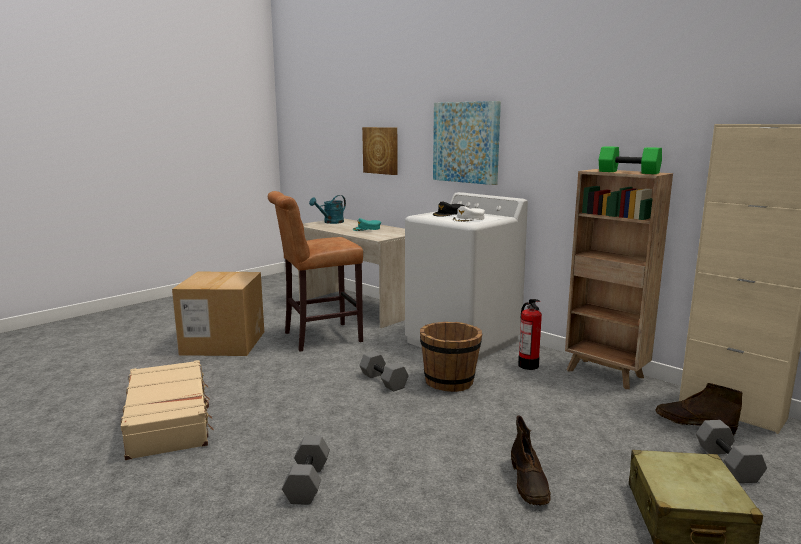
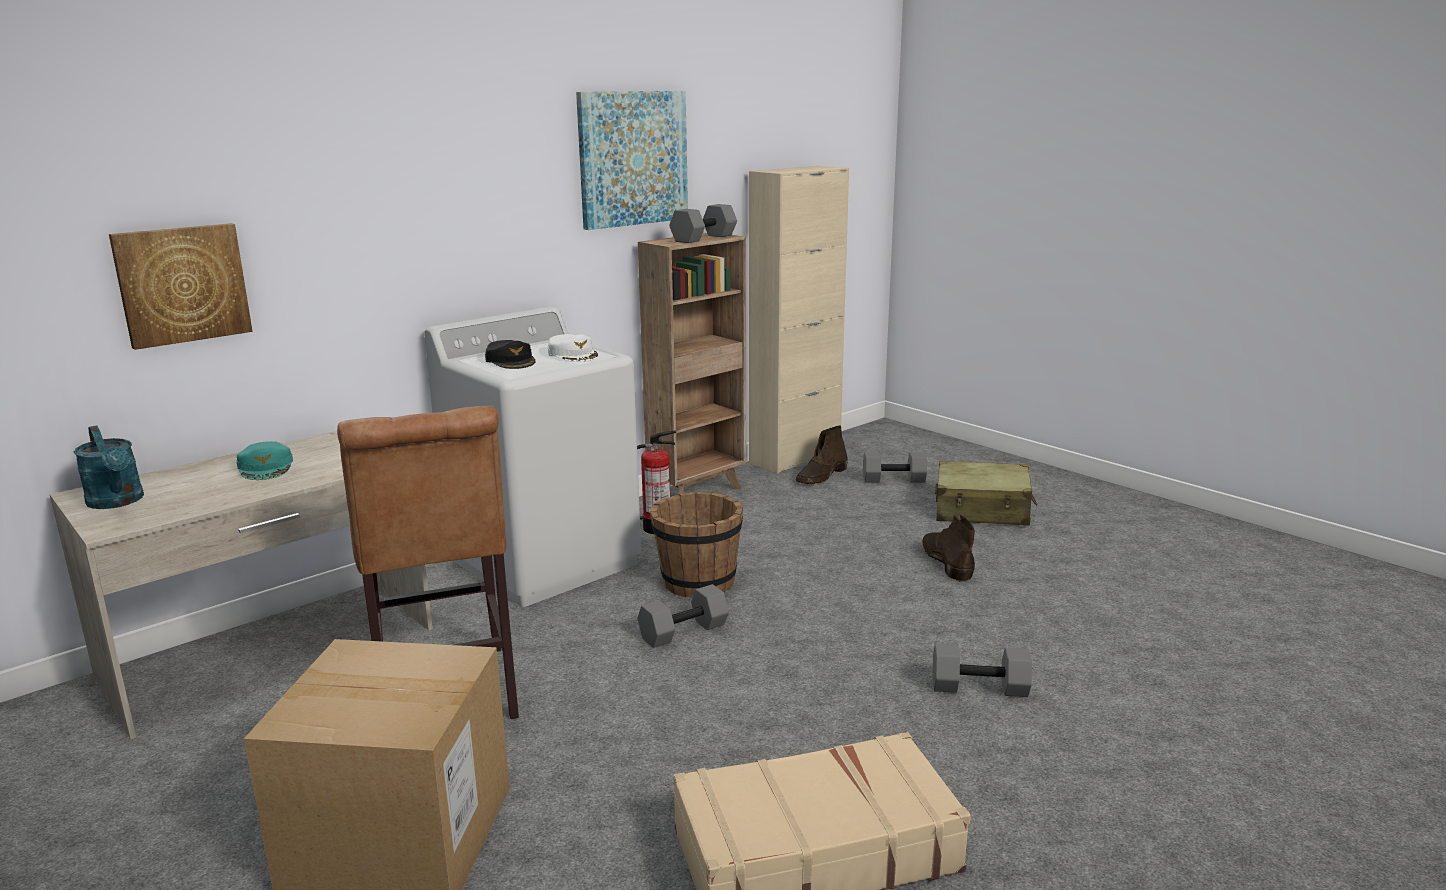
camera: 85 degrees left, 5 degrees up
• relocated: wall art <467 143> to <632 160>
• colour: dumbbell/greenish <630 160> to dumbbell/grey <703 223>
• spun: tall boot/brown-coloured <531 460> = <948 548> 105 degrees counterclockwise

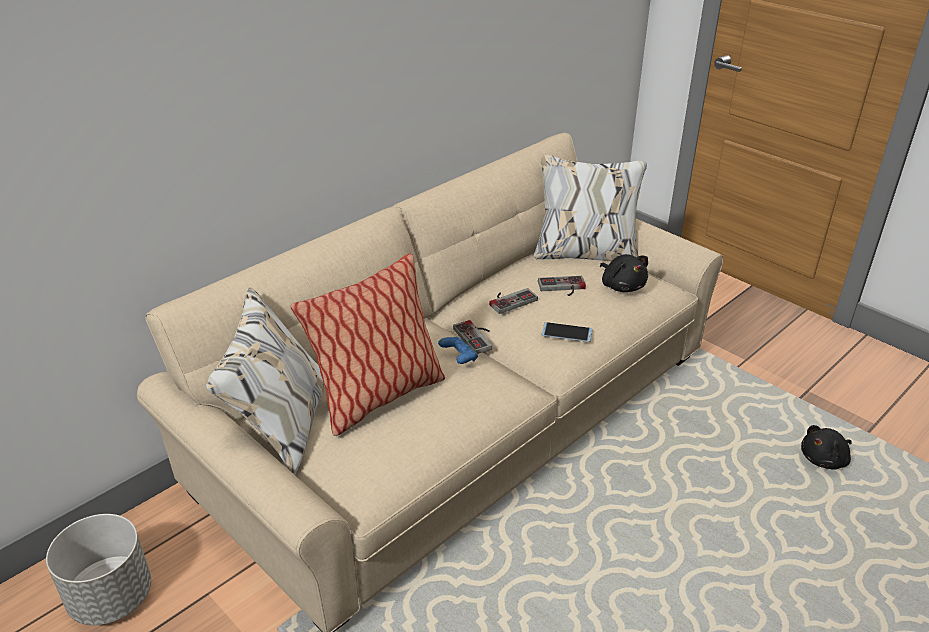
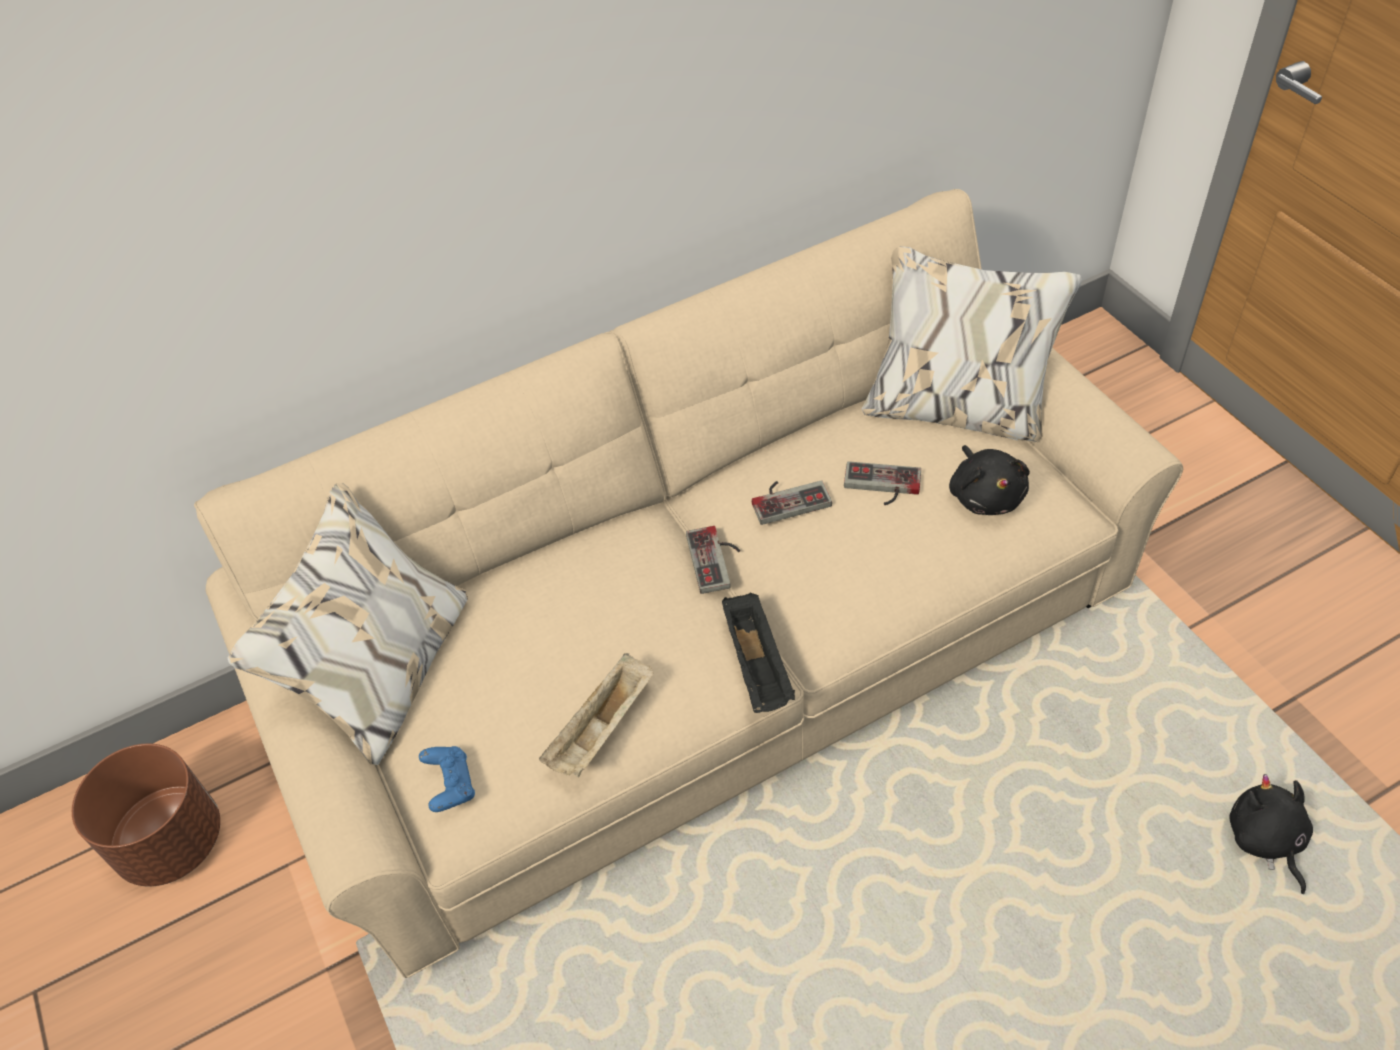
camera: 20 degrees right, 15 degrees up
• missing: cushion <367 345>
• missing: handset <566 332>
• relocated: game controller/blue-coloured <458 350> to <447 779>
• spun: cuddly toy/black-coloured <826 447> = <1271 834> 90 degrees clockwise
• colour: planter/grey <98 569> to planter/brown-coloured <146 814>
• appeared: tray/black-coloured <758 653>
• appeared: tray/sand-coloured <596 715>

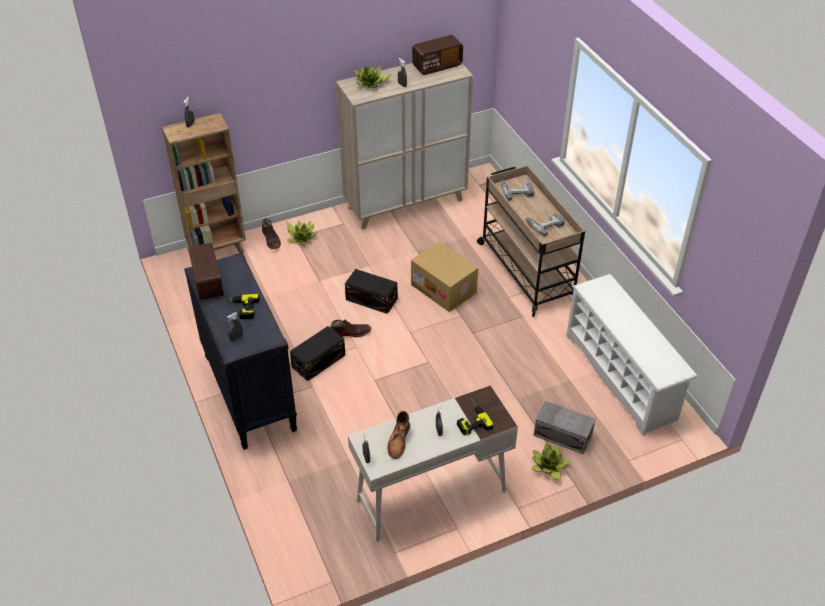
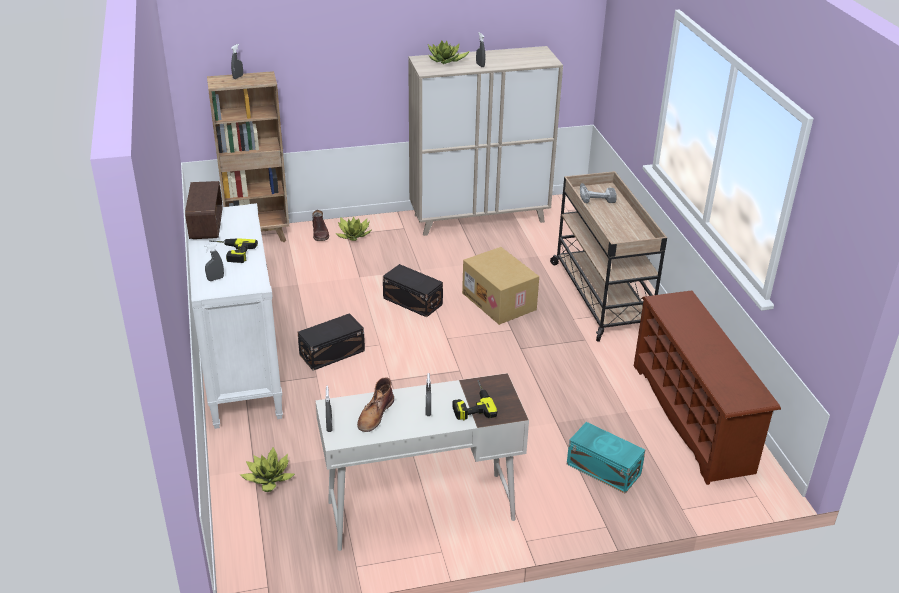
camera: 10 degrees right, 10 degrees down
• missing: radio receiver <437 55>
• missing: drill <545 224>
• colour: chest of drawers/black-coloured <240 351> to chest of drawers/white <235 316>
• colour: shoe stand/white <631 355> to shoe stand/brown-coloured <707 387>
• missing: tall boot/brown-coloured <350 328>
• colour: storage container/grey <565 427> to storage container/turquoise-coloured <606 457>
• relocated: plant in a pot <551 460> to <267 469>

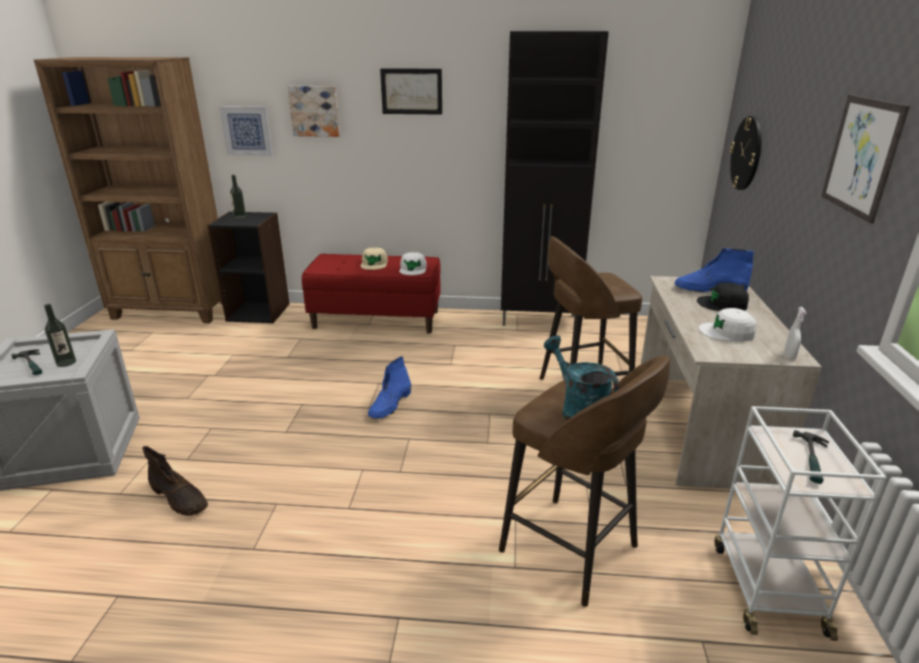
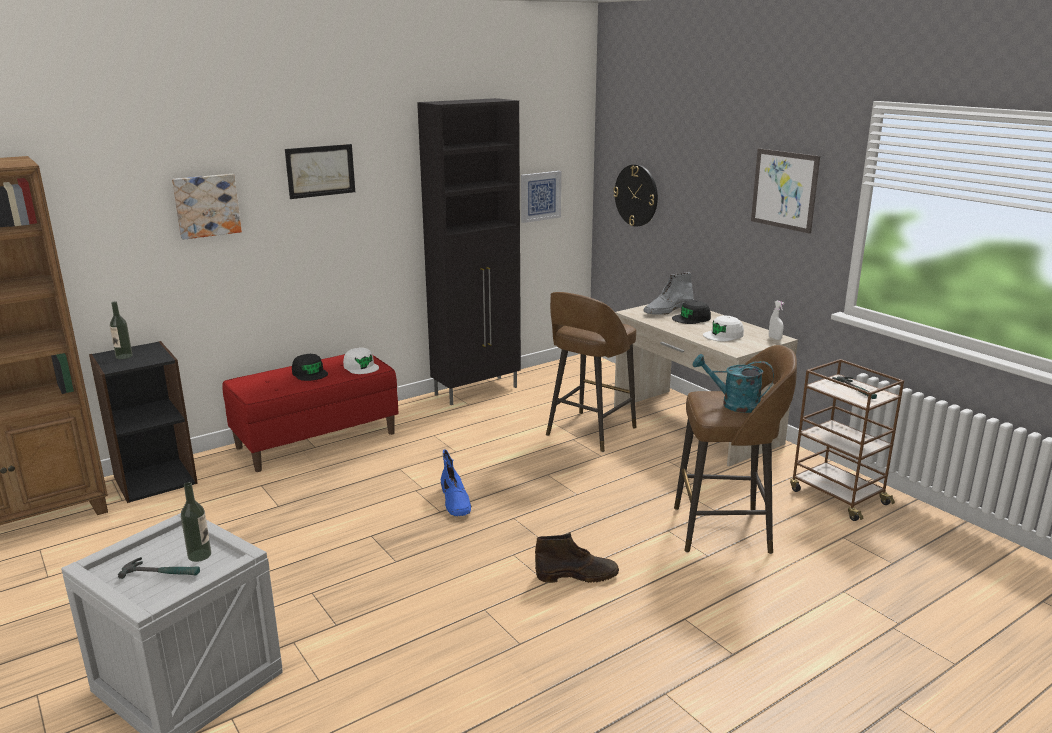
camera: 40 degrees left, 5 degrees down
• relocated: wall art <246 131> to <541 197>
• colour: cap/sand-coloured <374 259> to cap/black-coloured <310 367>
• colour: tall boot/blue-coloured <714 270> to tall boot/grey <669 293>
• colour: cart/white <801 523> to cart/brown-coloured <847 440>
• relocated: tall boot/brown-coloured <175 481> to <577 558>

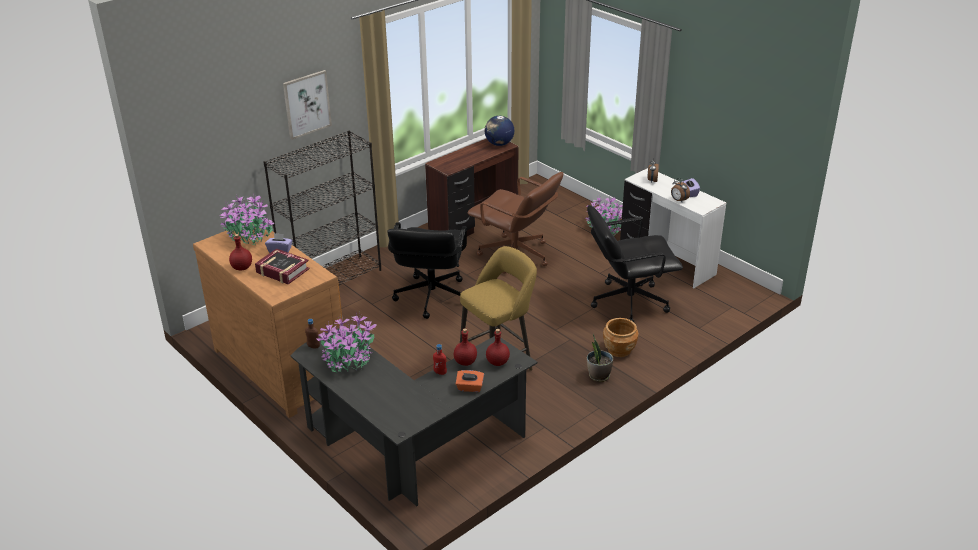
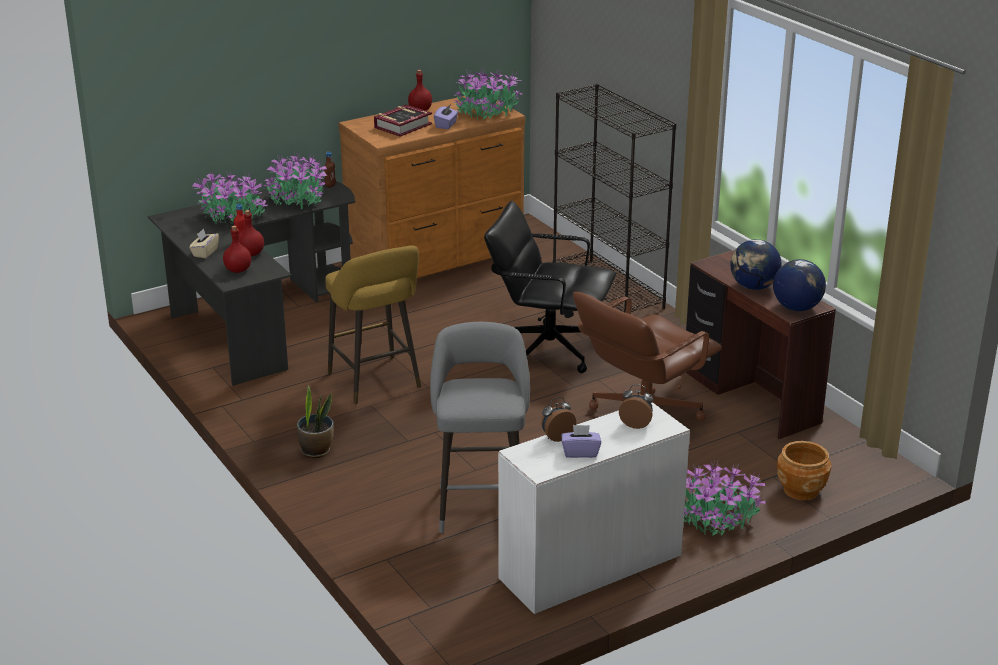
camera: 100 degrees right, 5 degrees down
• missing: wall art <307 105>
• exchanged: office chair/black-coloured <635 263> to stool seat/grey <480 427>
• relocated: planter/brown-coloured <620 337> to <804 470>
• colour: box of tissues/orangey <470 381> to box of tissues/sand-coloured <204 243>
• appeared: plant in a pot <230 197>
• appeared: desk globe <756 264>

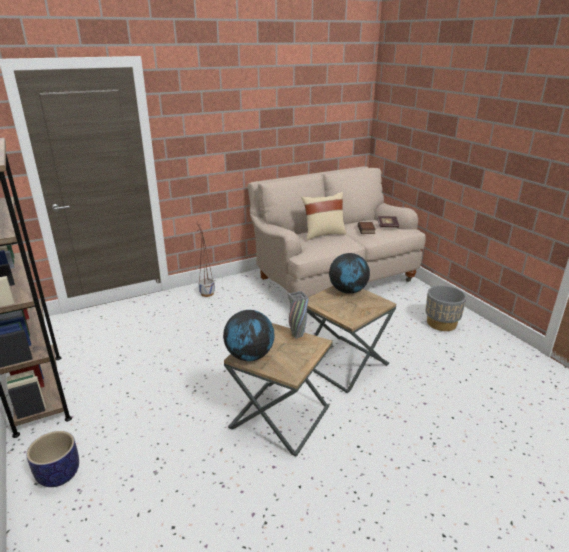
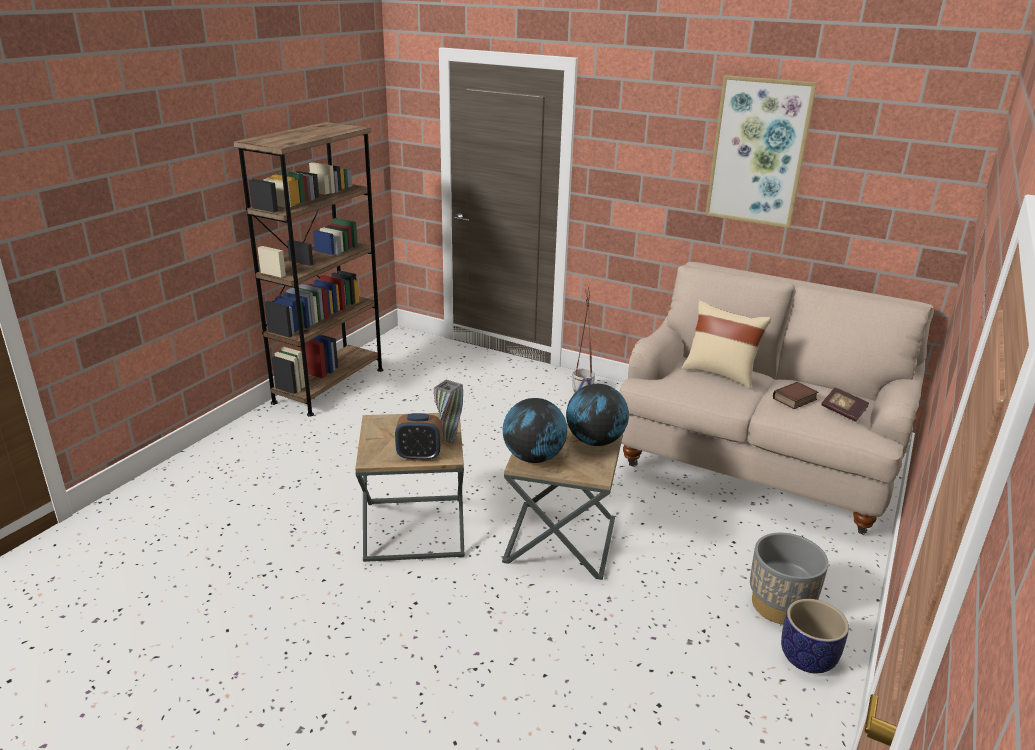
camera: 55 degrees right, 0 degrees up
• relocated: desk globe <248 335> to <535 430>
• relocated: planter <52 459> to <815 636>
• appeared: wall art <761 151>
• appeared: table clock <418 437>

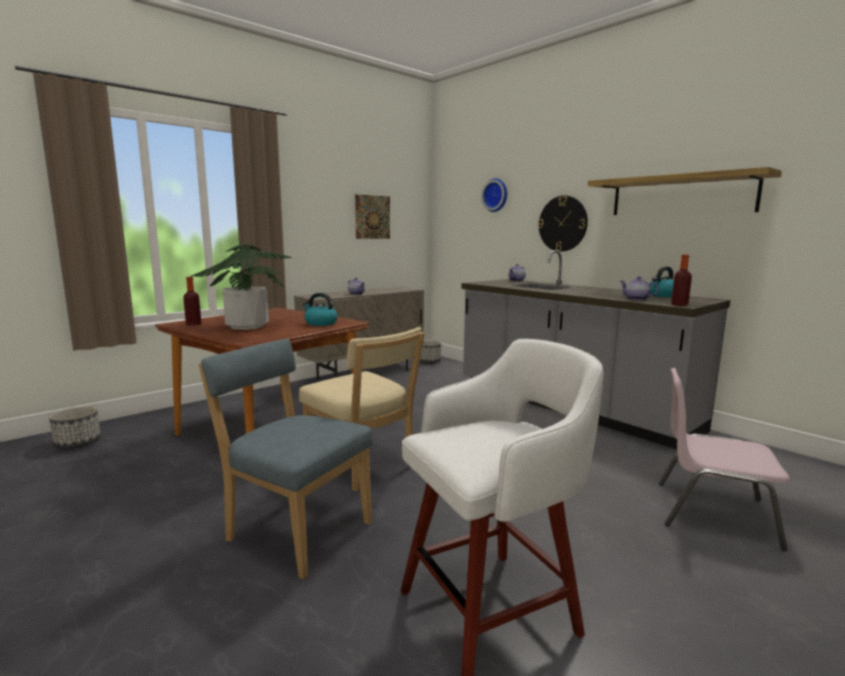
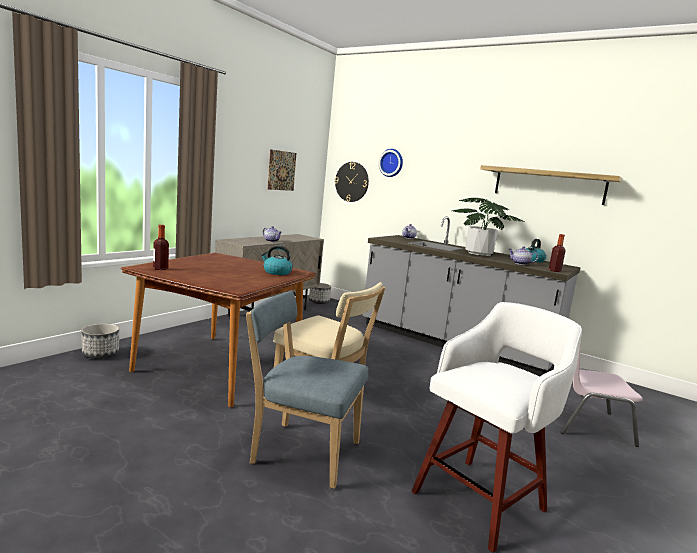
camera: 15 degrees left, 0 degrees up
• relocated: hanging clock <563 223> to <352 182>
• relocated: plant in a pot <241 287> to <488 227>
• relocated: planter <75 427> to <100 341>

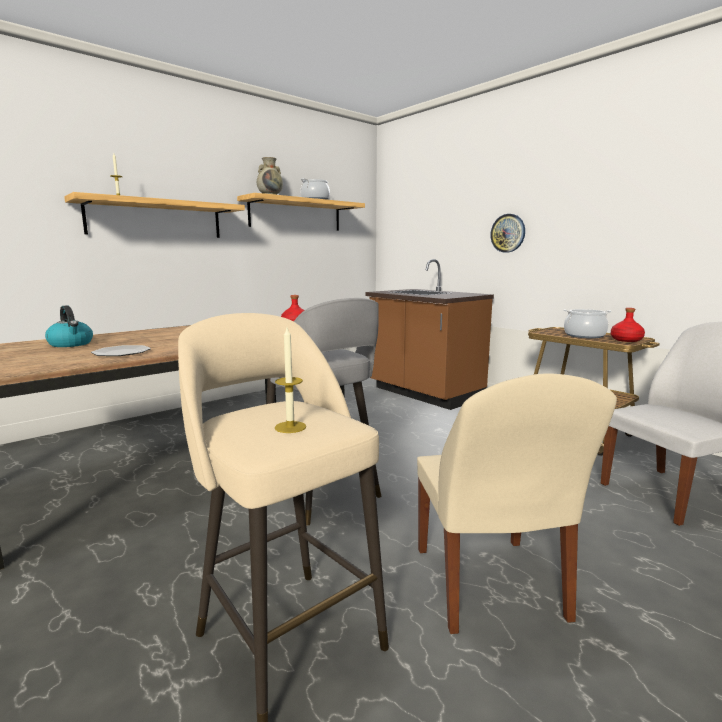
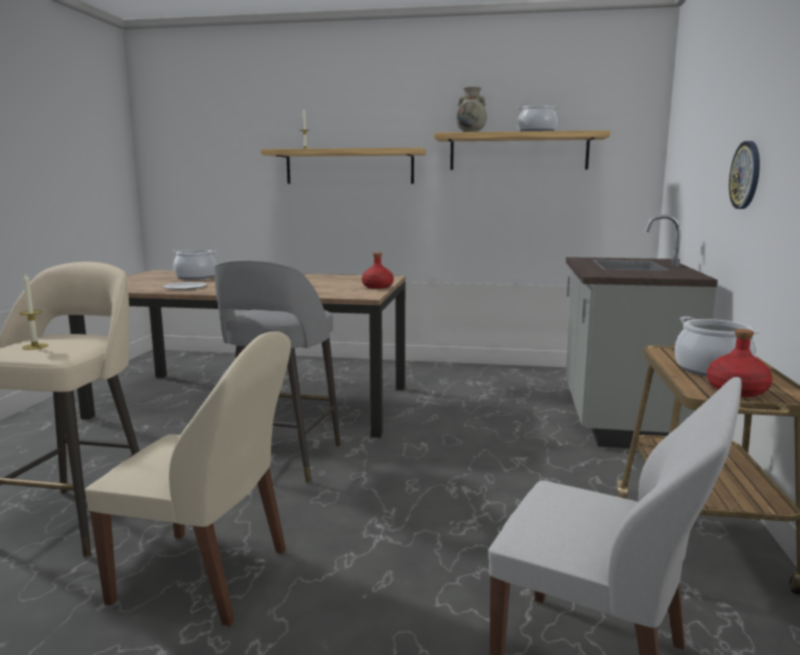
camera: 50 degrees right, 0 degrees up
• colour: counter/brown-coloured <430 334> to counter/grey <642 331>
• exchanged: tea kettle <69 326> to cooking pot <194 265>
• spun: upright chair/sand-coloured <517 503> = <188 478> 120 degrees counterclockwise

